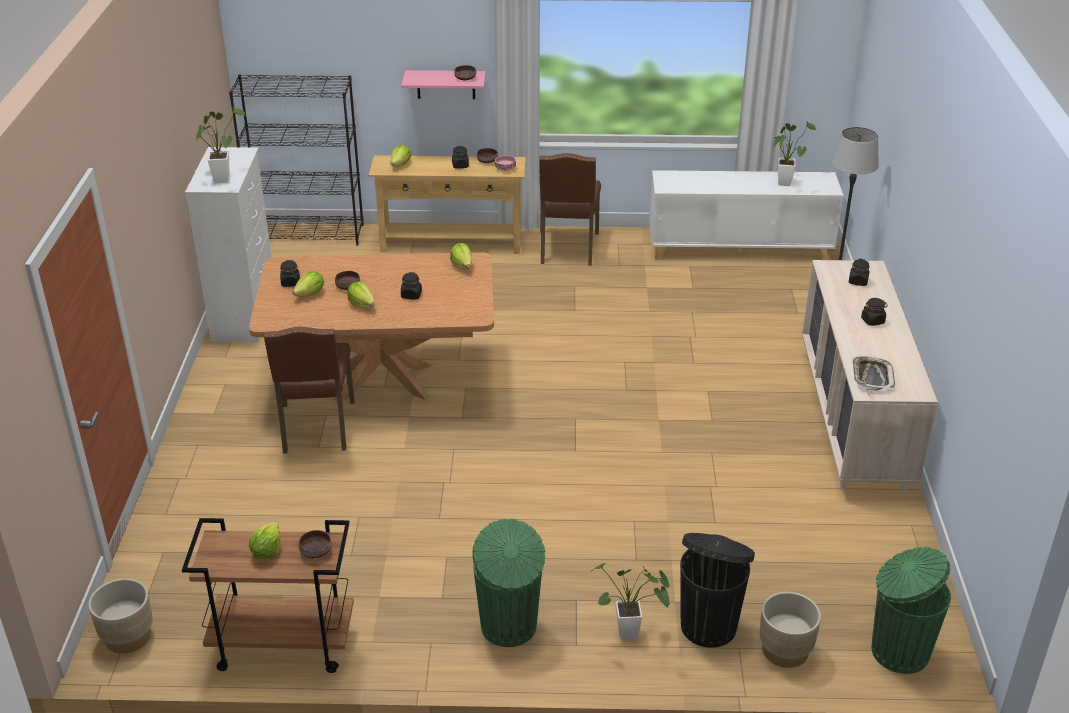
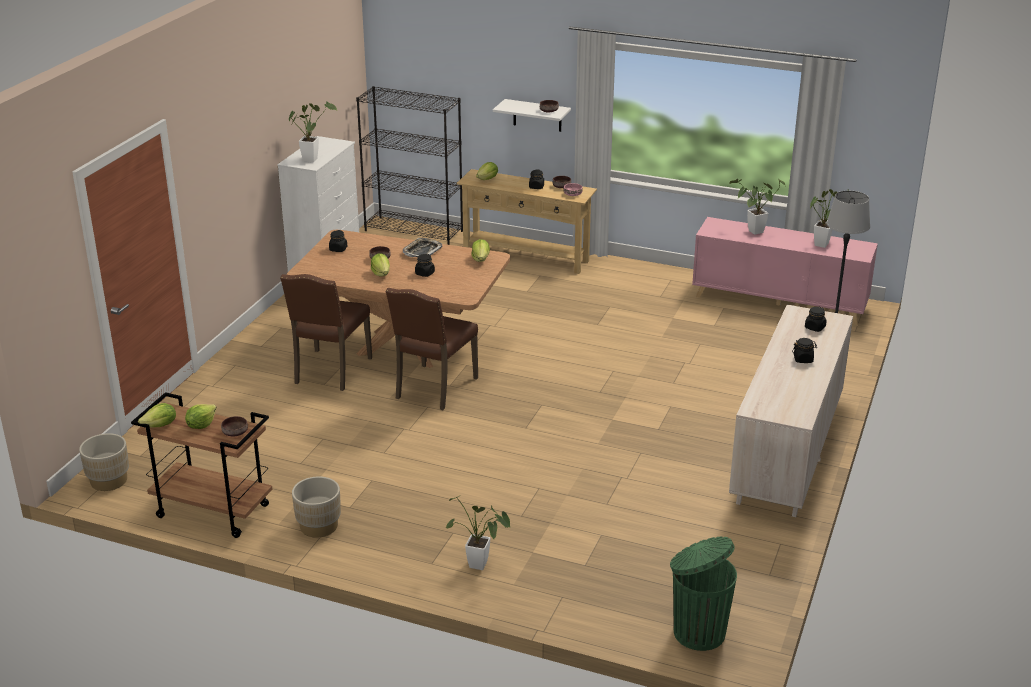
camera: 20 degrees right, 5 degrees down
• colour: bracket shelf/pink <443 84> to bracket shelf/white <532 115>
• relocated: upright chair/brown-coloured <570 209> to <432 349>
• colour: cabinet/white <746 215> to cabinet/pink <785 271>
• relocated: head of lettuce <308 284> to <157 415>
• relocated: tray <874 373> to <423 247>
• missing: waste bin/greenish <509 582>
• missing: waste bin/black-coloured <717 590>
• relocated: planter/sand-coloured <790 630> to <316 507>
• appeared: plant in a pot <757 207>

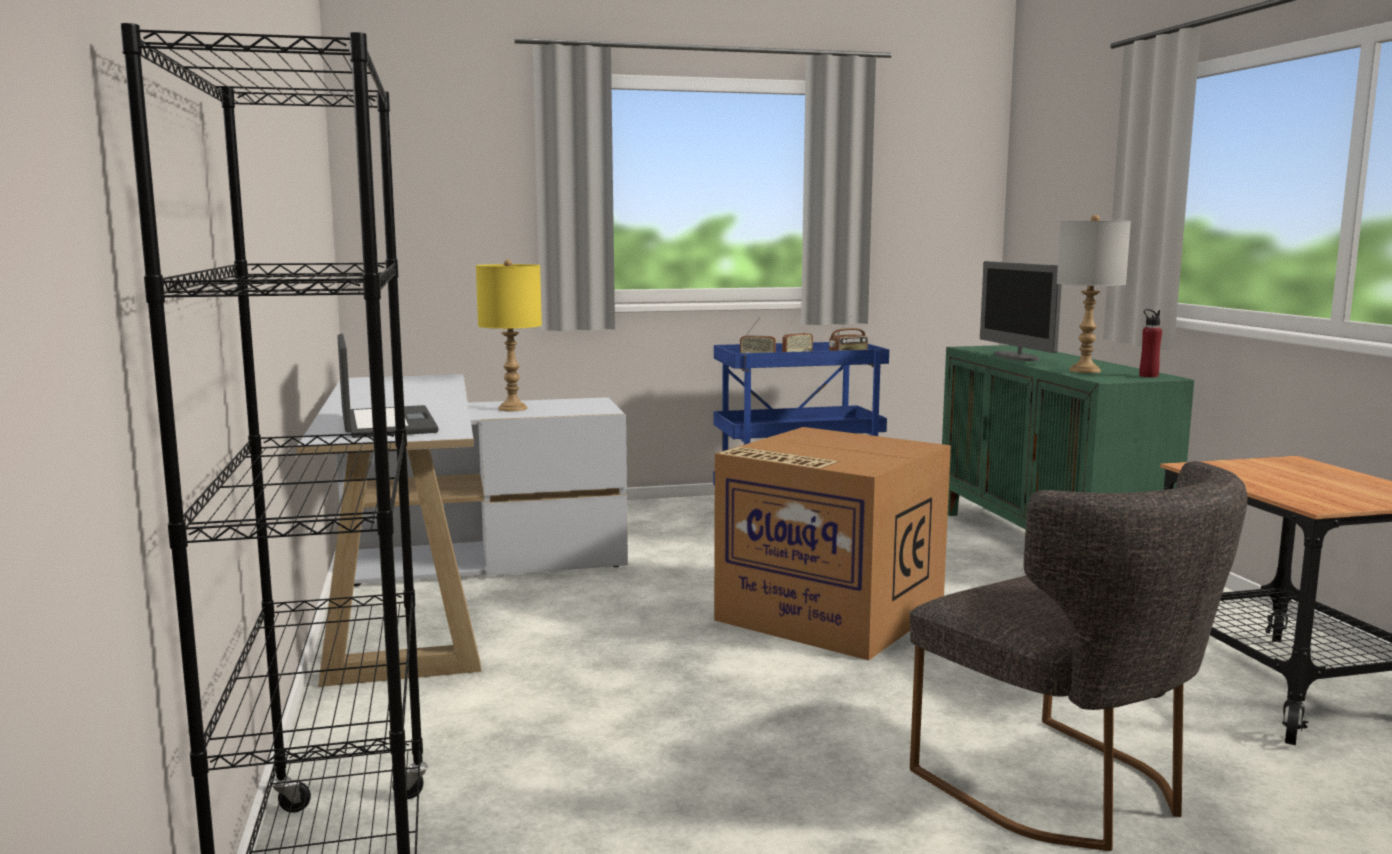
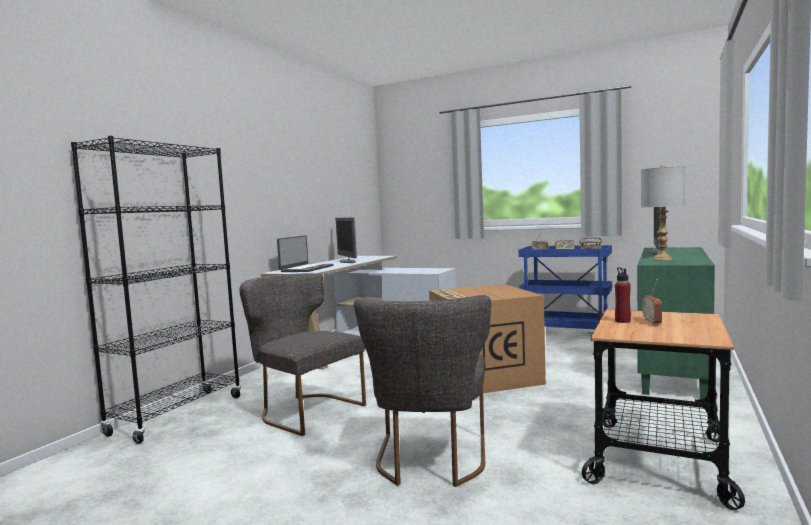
camera: 40 degrees right, 5 degrees down
• missing: table lamp/yellow <509 335>
• relocated: beverage bottle/red-coloured <1150 343> to <623 295>
• appeared: monitor <346 240>
• appeared: upright chair/grey <302 354>
• appeared: radio receiver <652 302>

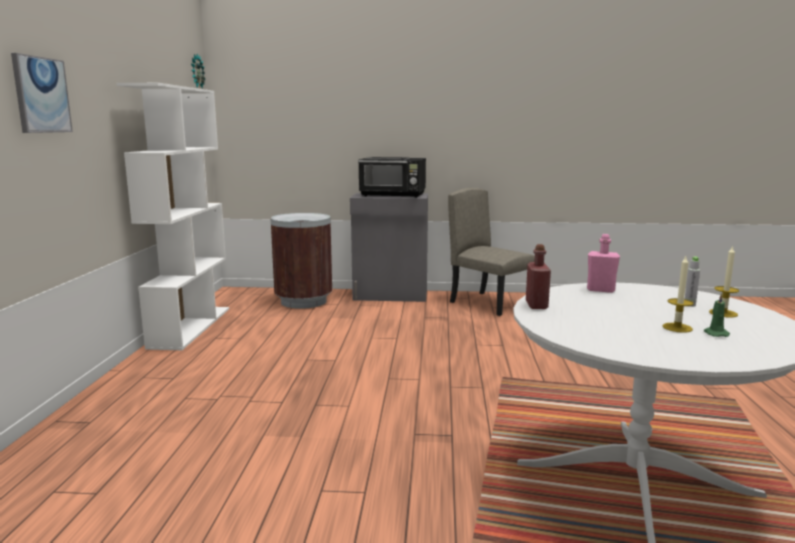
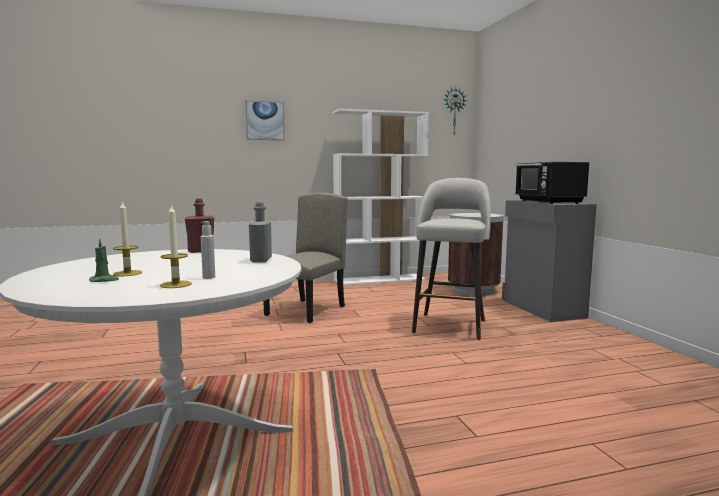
camera: 70 degrees right, 5 degrees down
• relocated: upright chair/sand-coloured <491 252> to <305 257>
• colour: beverage bottle/pink <603 263> to beverage bottle/grey <260 231>
• appeared: stool seat/grey <451 259>

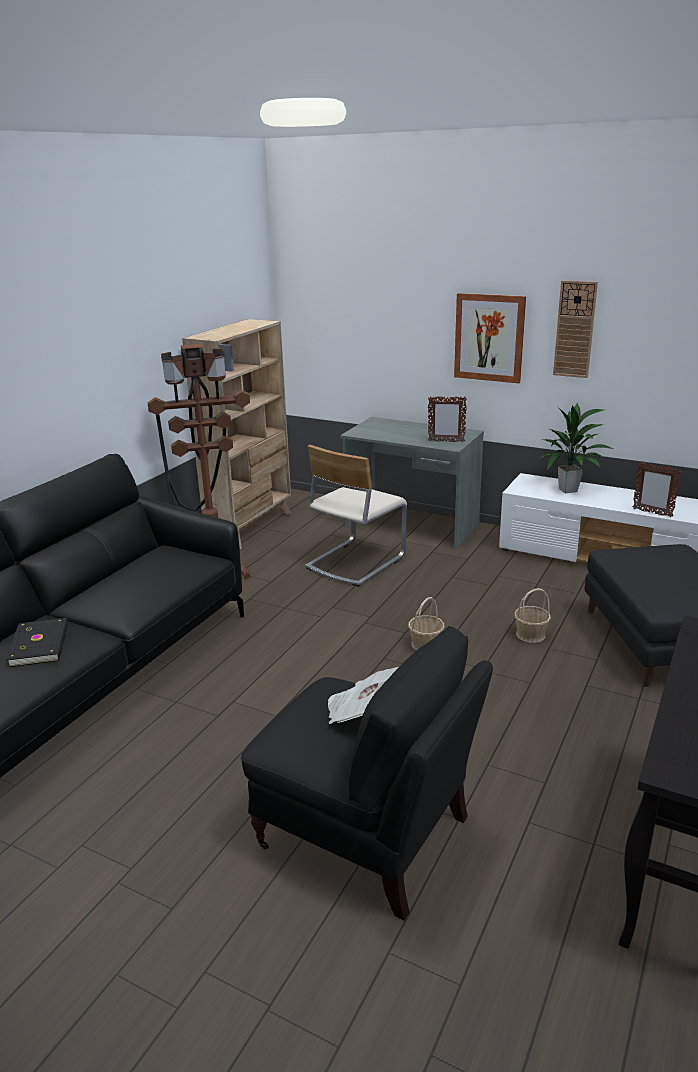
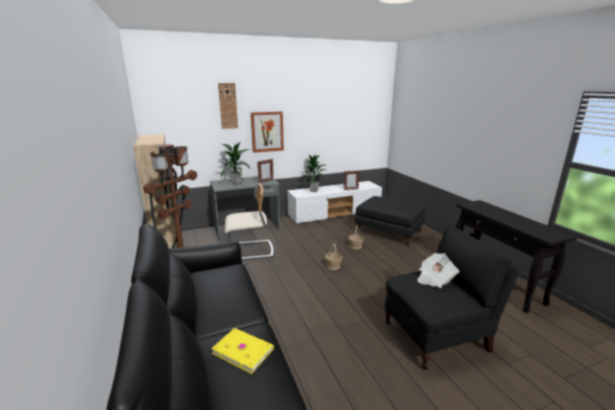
camera: 50 degrees left, 5 degrees down
• relocated: hanging clock <575 329> to <228 106>
• spun: upright chair/sand-coloured <356 516> = <249 221> 90 degrees counterclockwise
• colour: book/black-coloured <37 642> to book/yellow <242 351>
• appeared: plant in a pot <236 163>

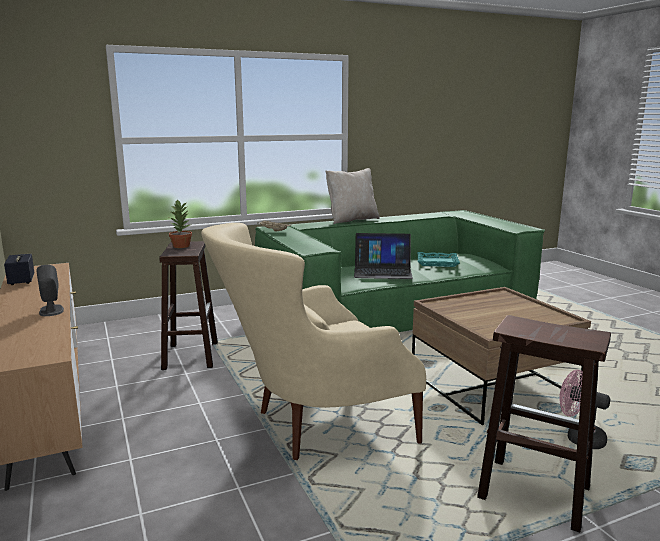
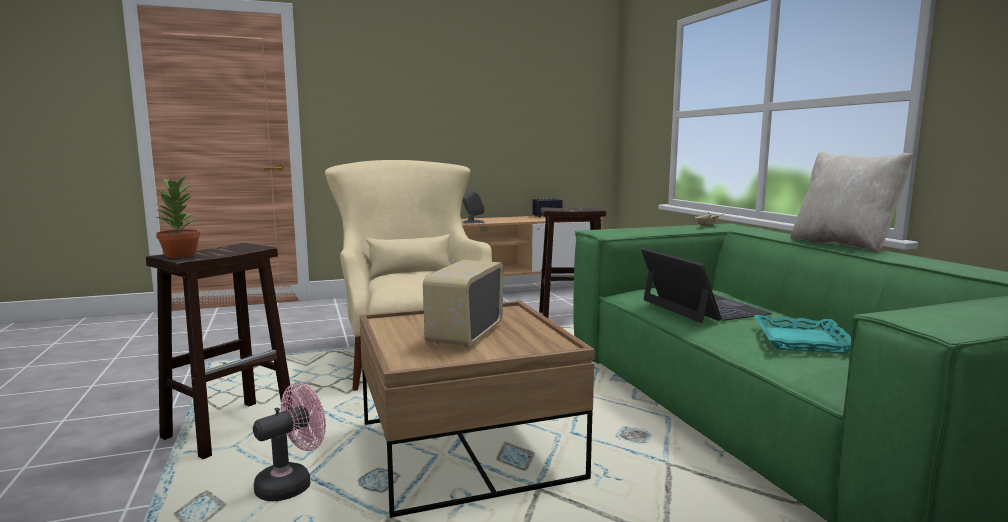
camera: 95 degrees right, 5 degrees down
• relocated: plant in a pot <180 223> to <176 217>
• spun: laptop <383 256> = <706 285> 150 degrees clockwise
• appeared: radio receiver <463 304>

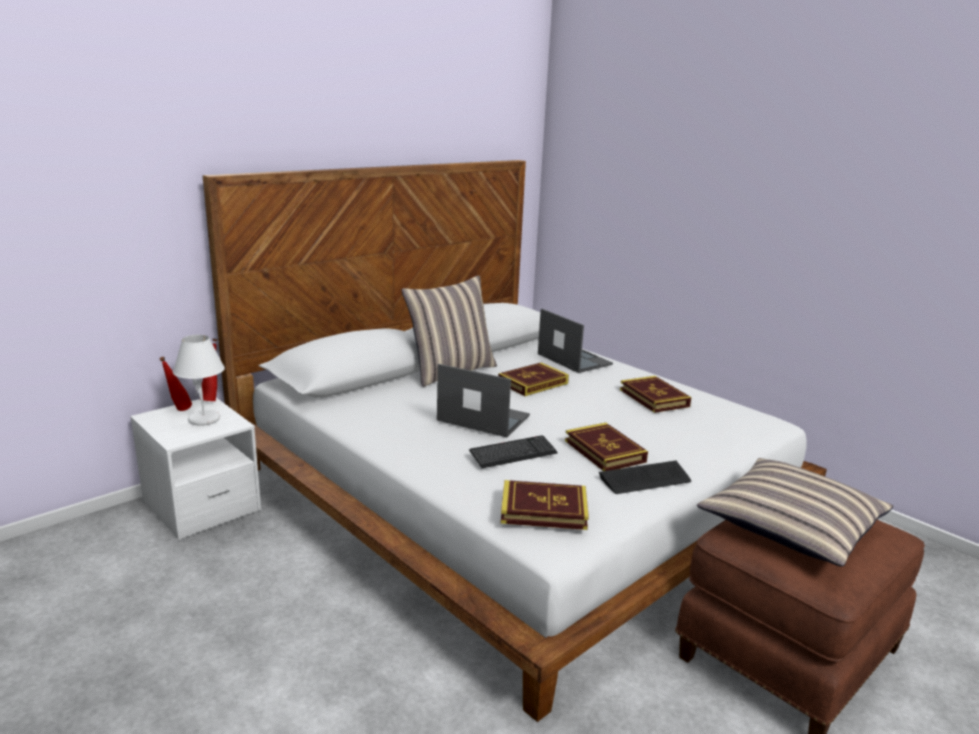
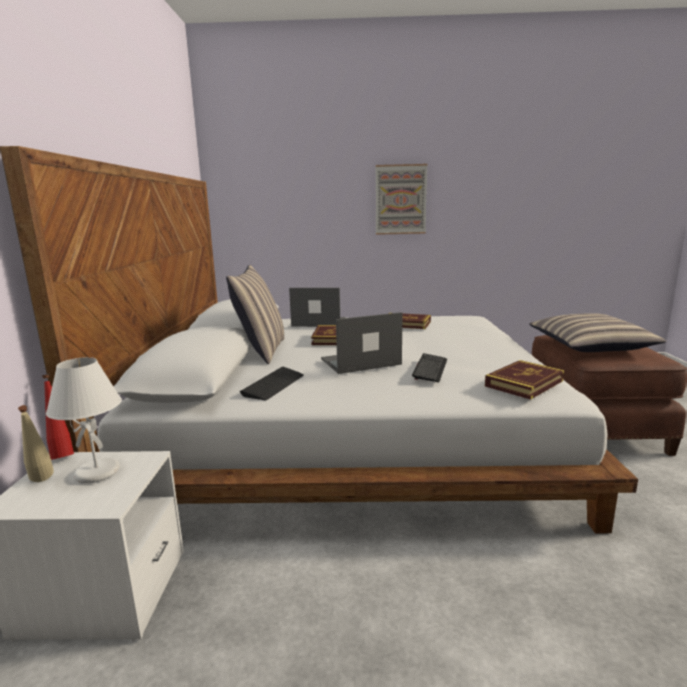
camera: 45 degrees left, 5 degrees down
• colour: beverage bottle/red-coloured <176 384> to beverage bottle/sand-coloured <36 443>
• missing: book <606 447>
• relocated: PC keyboard <645 477> to <271 383>
• appeared: wall art <401 199>

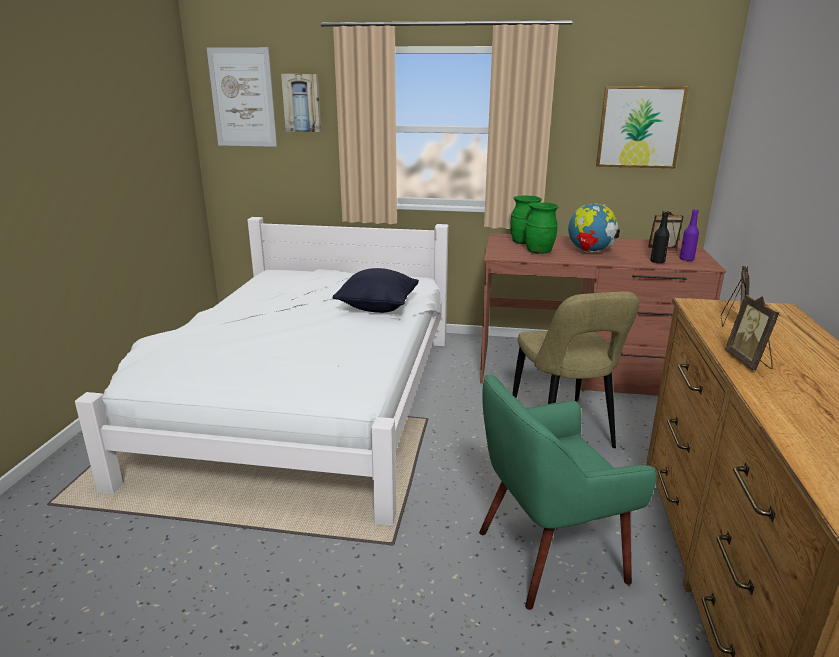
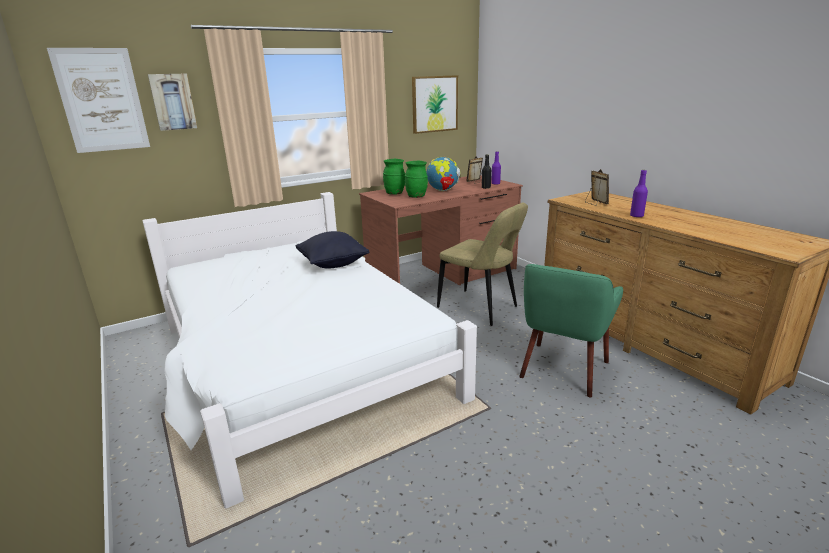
camera: 40 degrees left, 0 degrees up
• exchanged: picture frame <752 332> to beverage bottle/purplish <639 194>

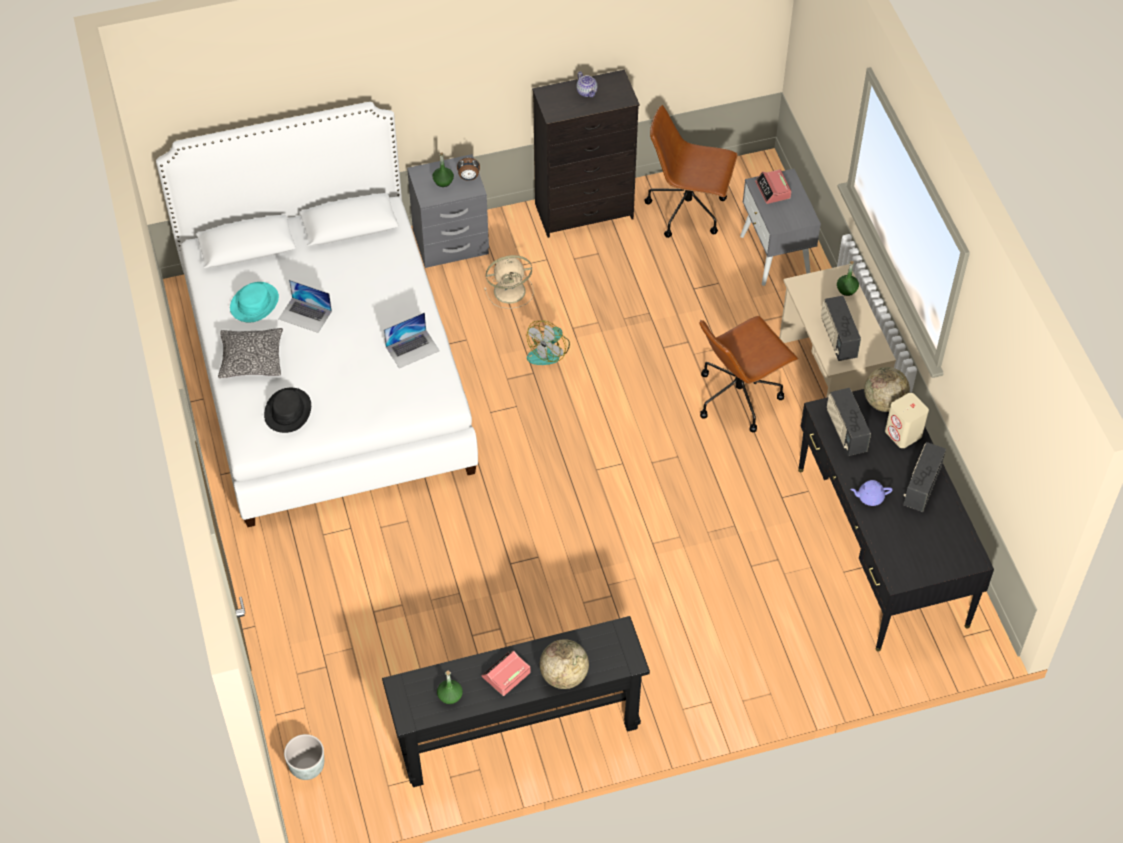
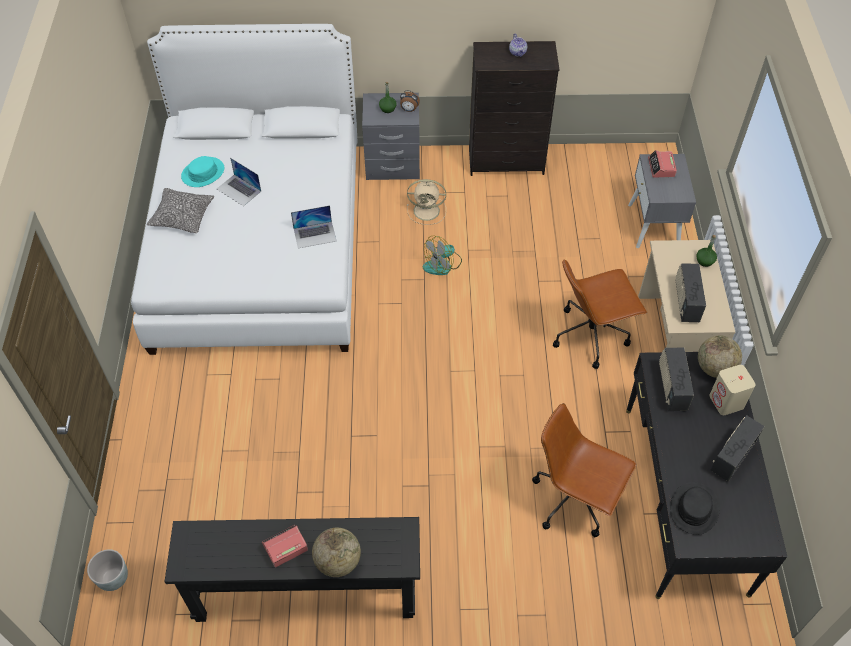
camera: 15 degrees right, 0 degrees up
• relocated: office chair/brown-coloured <691 171> to <584 470>
• relocated: wearable hat/black-coloured <287 410> to <695 508>
• missing: tea pot/purplish <871 493>
• missing: beverage bottle/greenish <450 687>

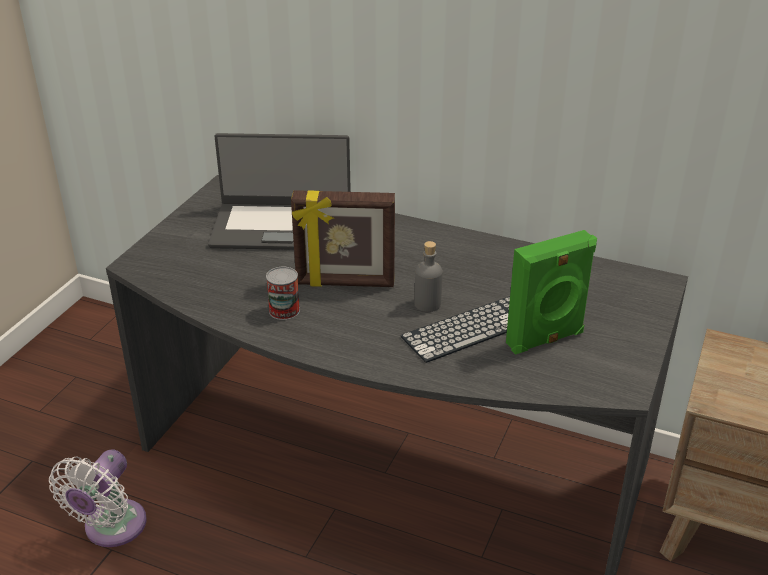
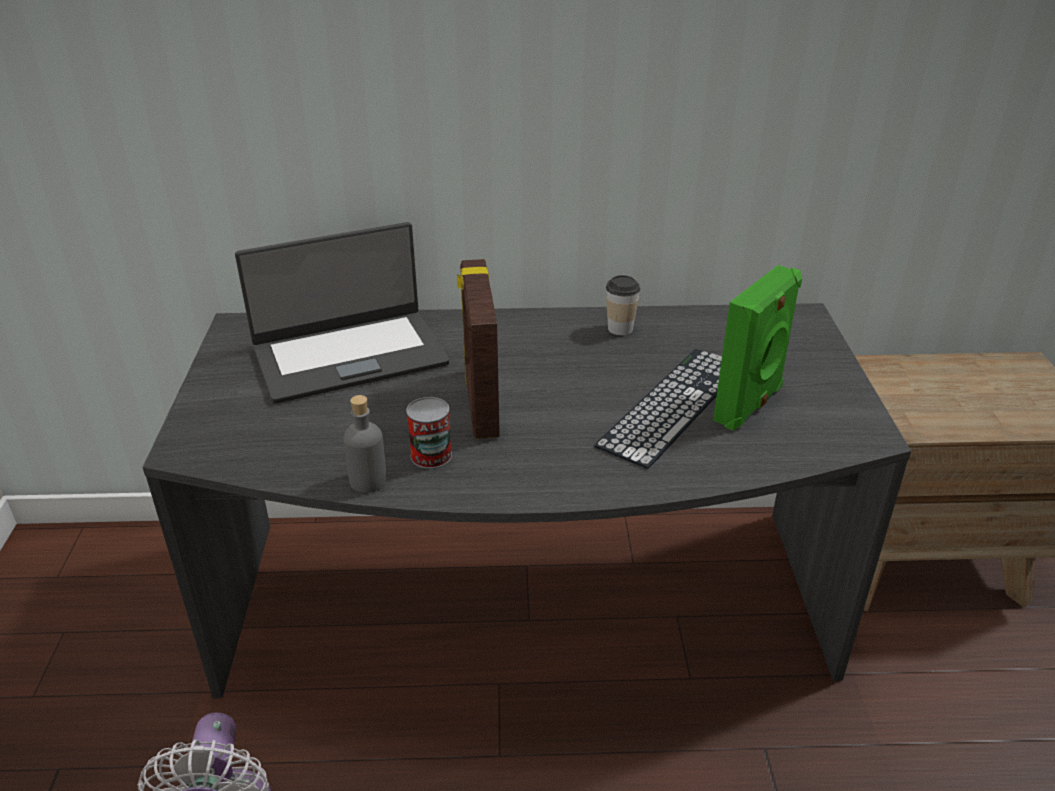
camera: 25 degrees left, 0 degrees up
• spun: picture frame <343 238> = <478 349> 105 degrees clockwise
• relocated: beverage bottle/grey <428 276> to <365 444>
• appeared: small cup <623 305>

